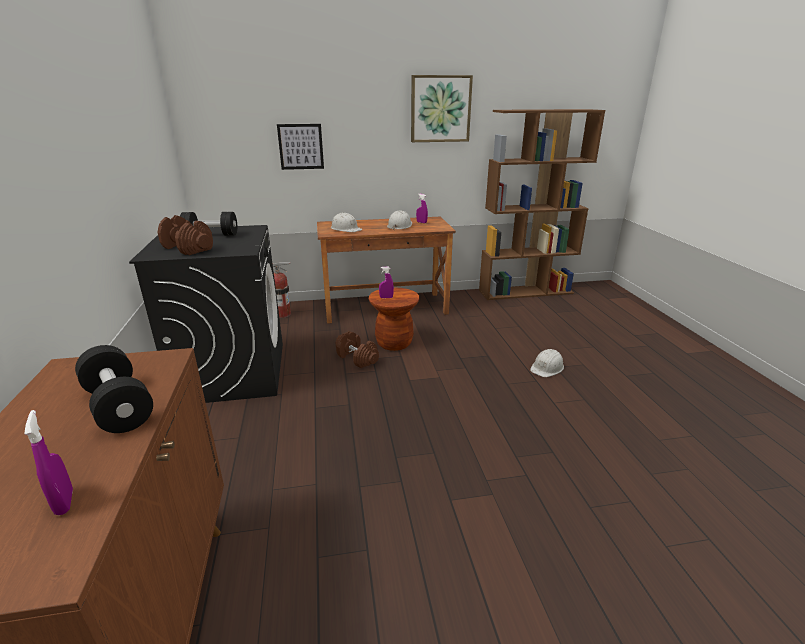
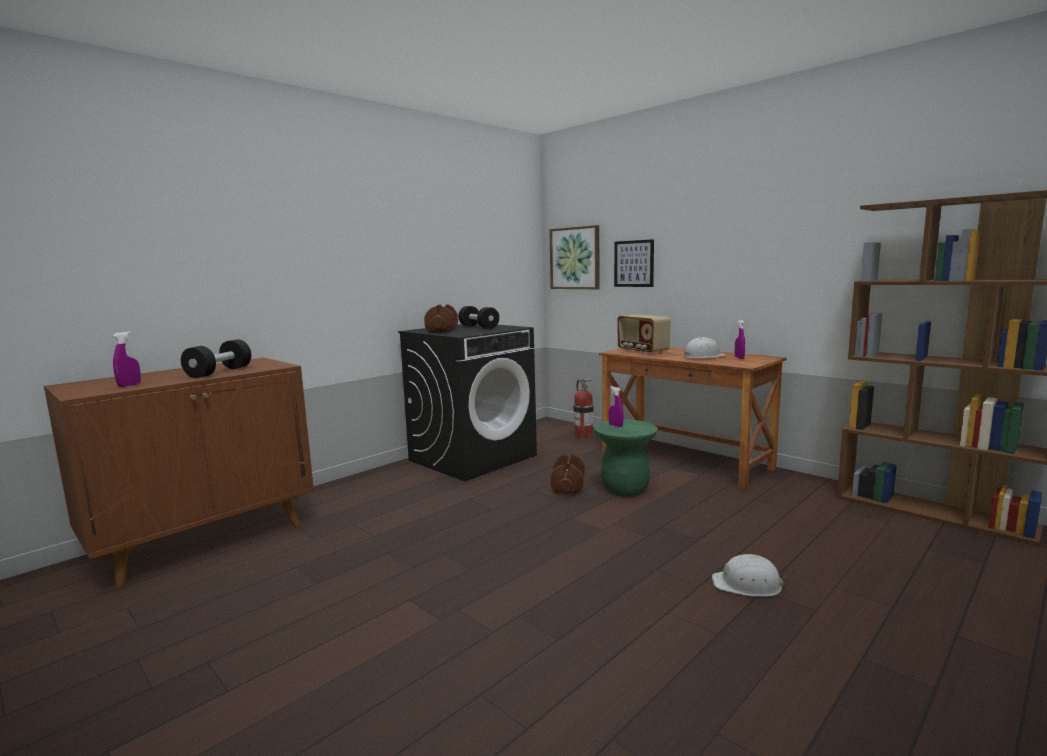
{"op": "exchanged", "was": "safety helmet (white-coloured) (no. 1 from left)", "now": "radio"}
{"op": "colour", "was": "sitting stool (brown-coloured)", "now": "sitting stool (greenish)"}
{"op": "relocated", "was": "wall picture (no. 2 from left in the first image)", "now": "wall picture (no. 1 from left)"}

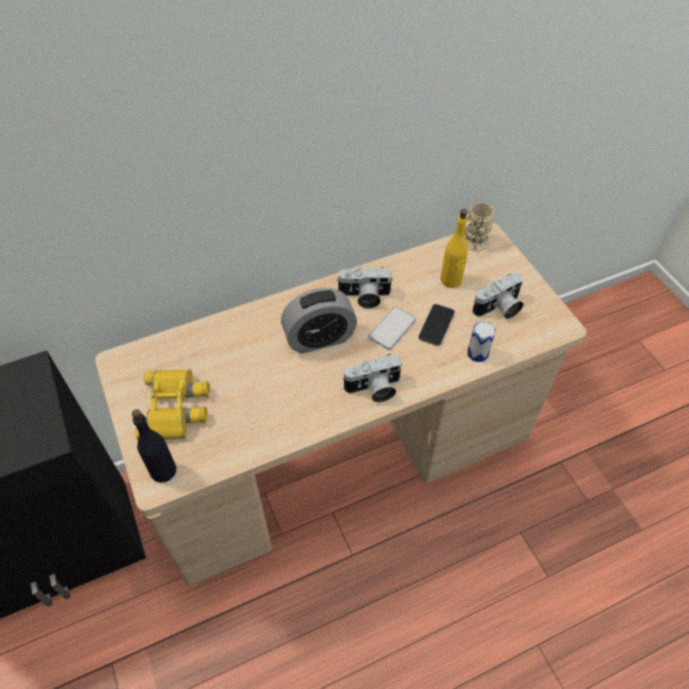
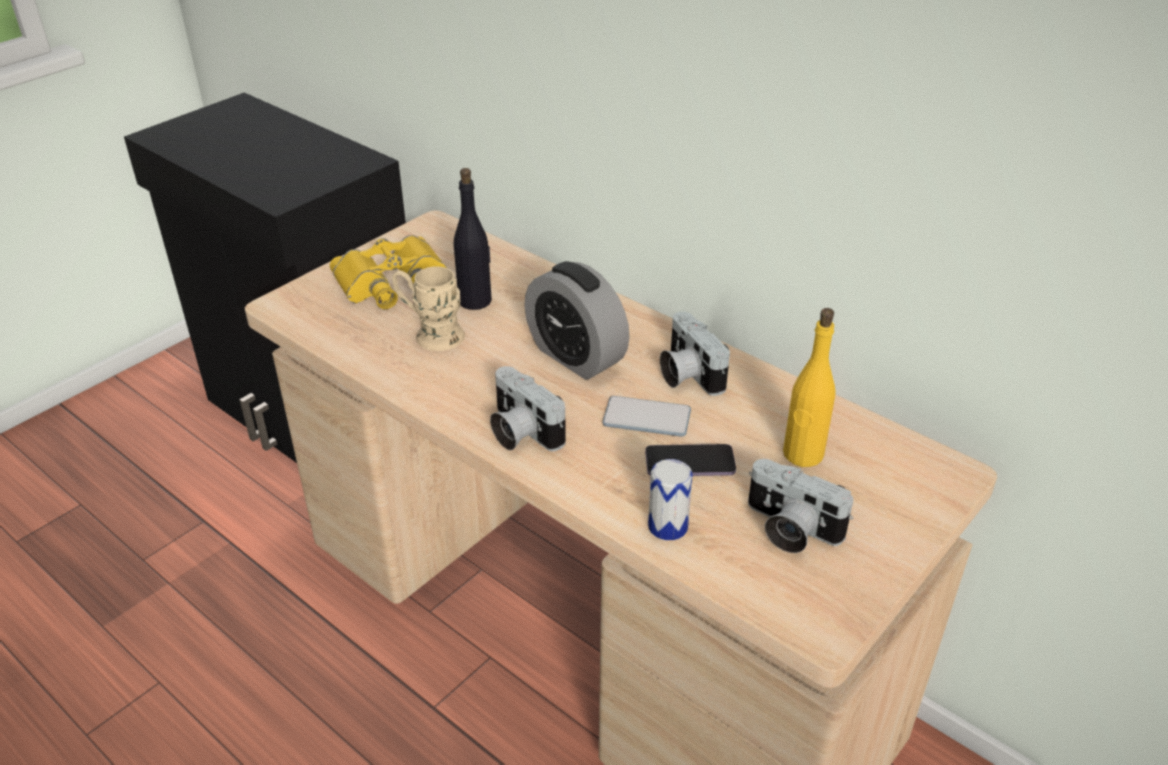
{"op": "relocated", "was": "drink bottle (black-coloured)"}
{"op": "relocated", "was": "mug (beige)"}

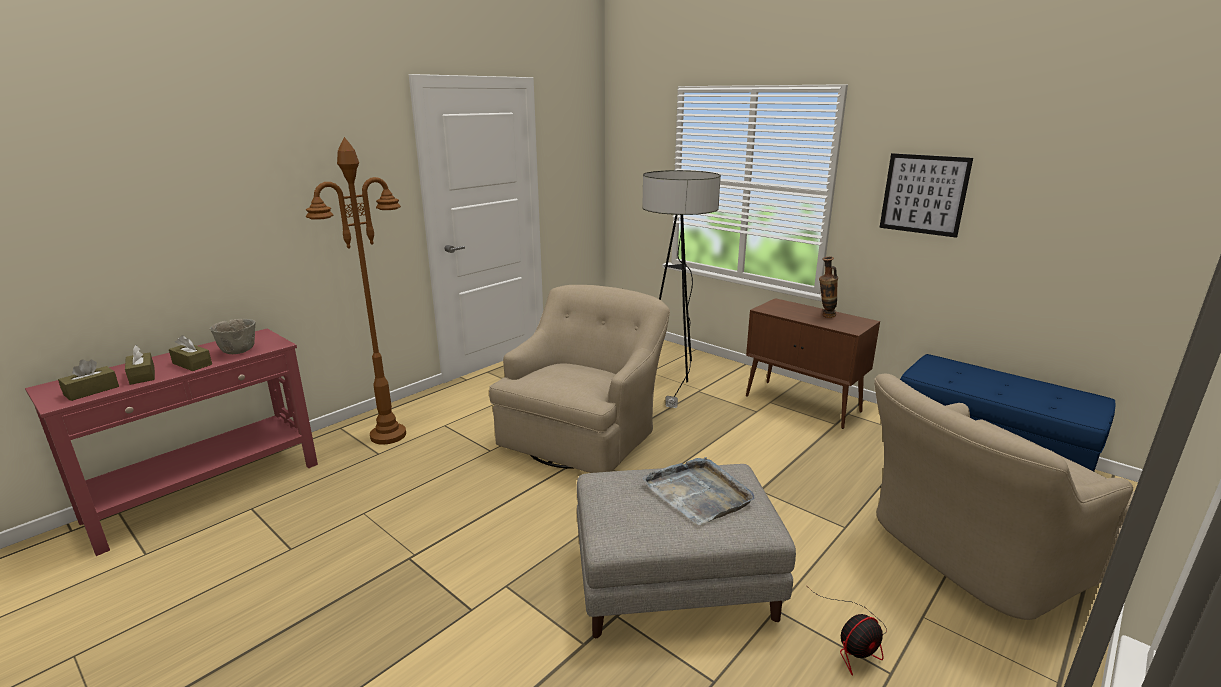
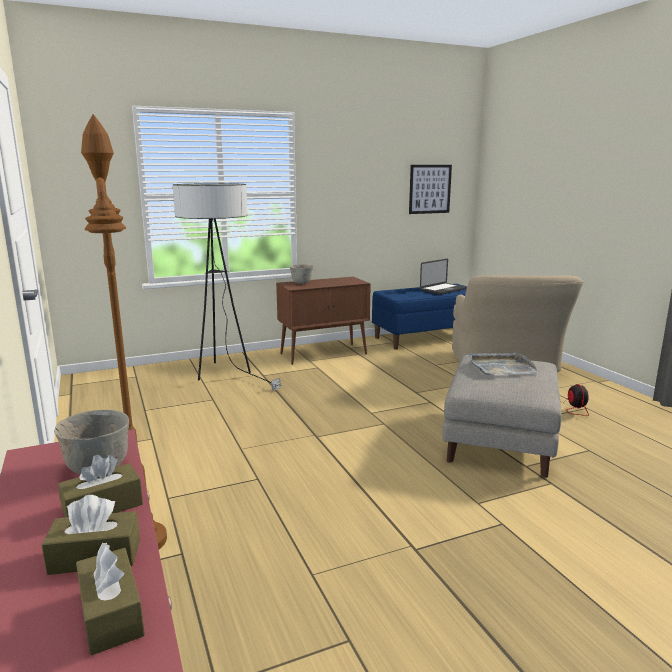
{"op": "missing", "was": "easy chair (beige) (no. 1 from left)"}
{"op": "missing", "was": "decorative vase"}
{"op": "relocated", "was": "wall picture"}
{"op": "appeared", "now": "serving bowl (greyish) (no. 2 from left)"}
{"op": "appeared", "now": "notebook computer"}

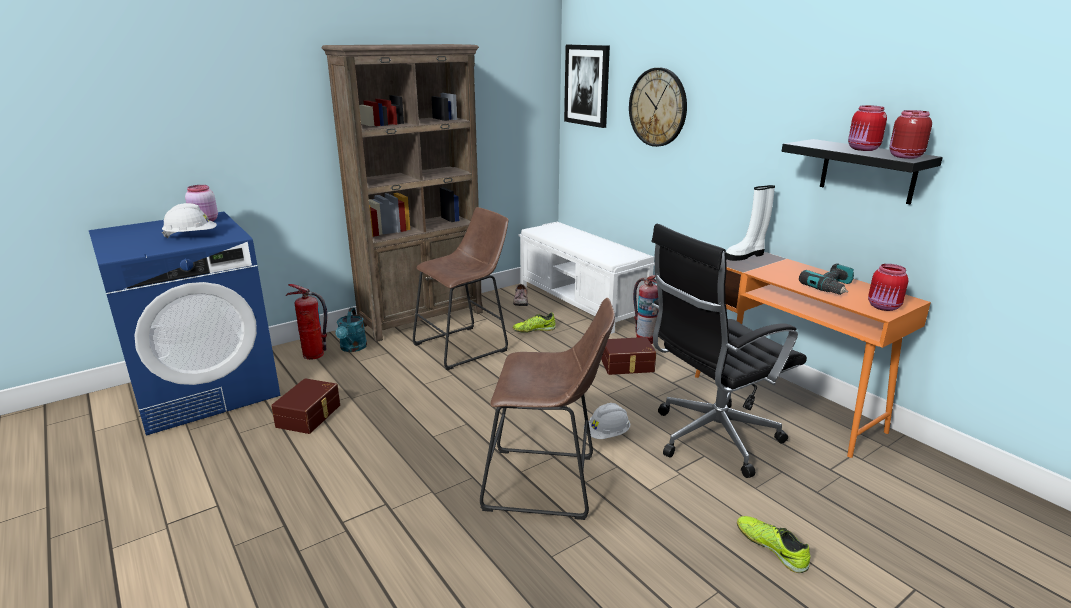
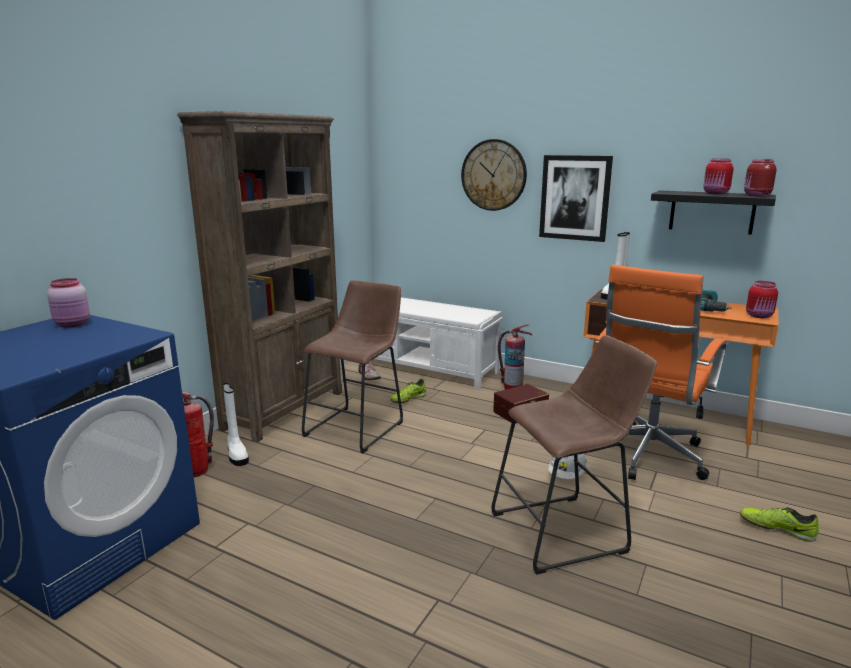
{"op": "missing", "was": "safety helmet (white-coloured) (no. 1 from left)"}
{"op": "missing", "was": "storage container (brown-coloured) (no. 1 from left)"}
{"op": "exchanged", "was": "sprinkling can (turquoise)", "now": "high-top boot (white-coloured) (no. 1 from left)"}
{"op": "relocated", "was": "wall picture"}
{"op": "colour", "was": "office chair (black-coloured)", "now": "office chair (orangey)"}

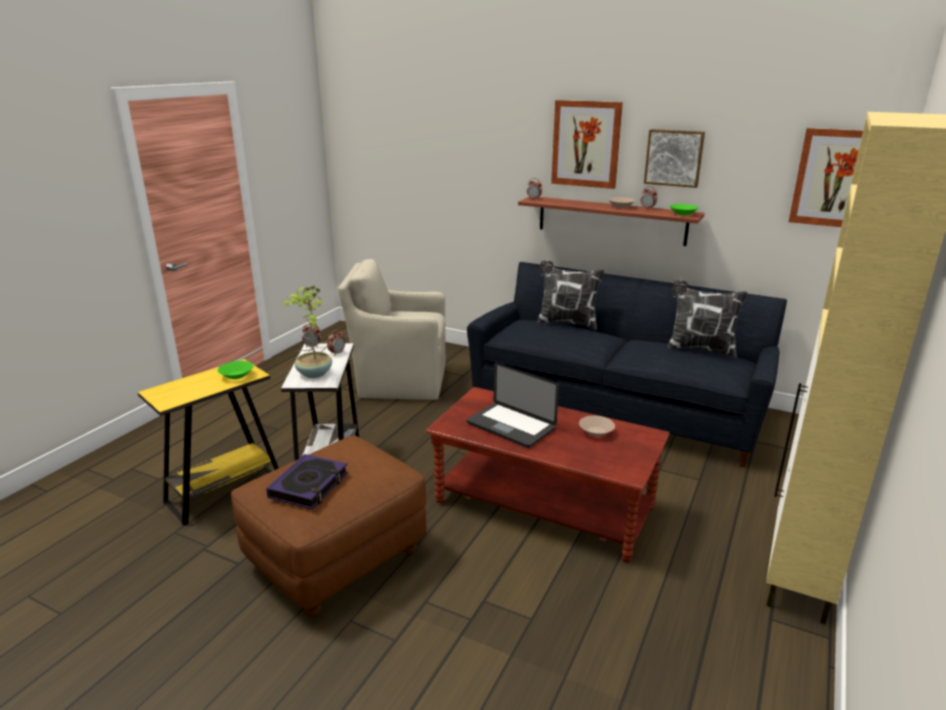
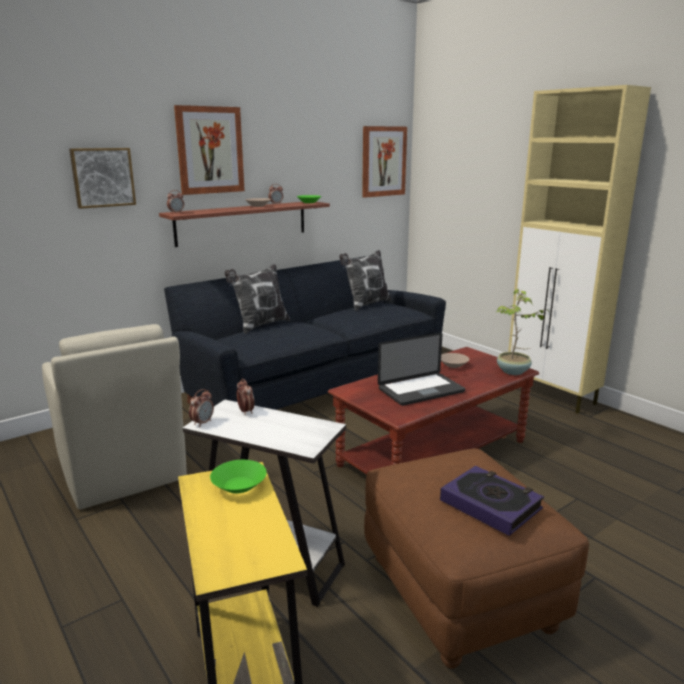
{"op": "relocated", "was": "plant in a pot"}
{"op": "spun", "was": "easy chair (beige)", "clockwise": -60}
{"op": "relocated", "was": "wall picture (no. 2 from left in the first image)", "now": "wall picture (no. 1 from left)"}

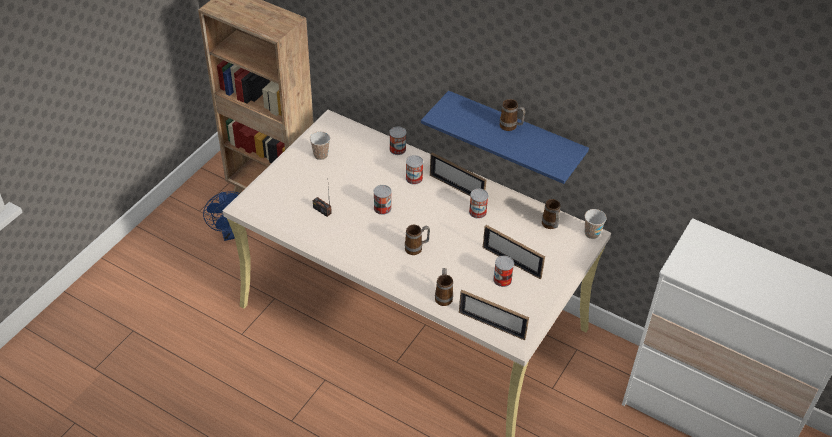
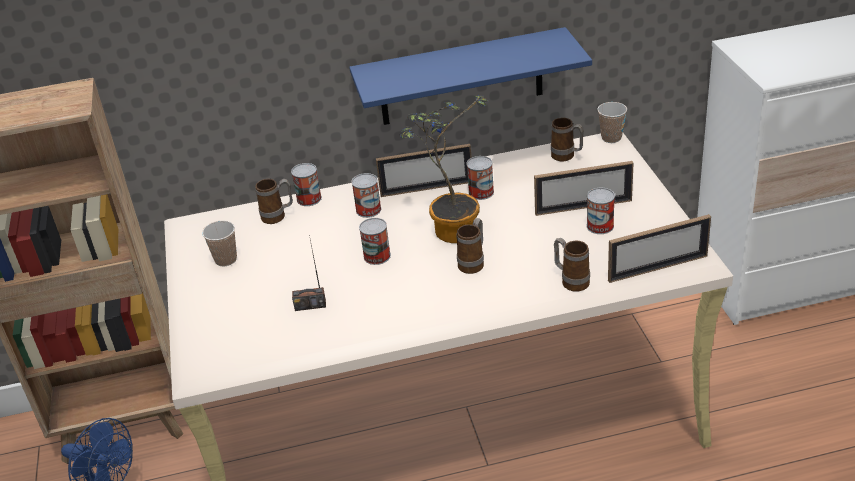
{"op": "relocated", "was": "mug (no. 3 from left in the first image)", "now": "mug (no. 1 from left)"}
{"op": "appeared", "now": "plant in a pot"}

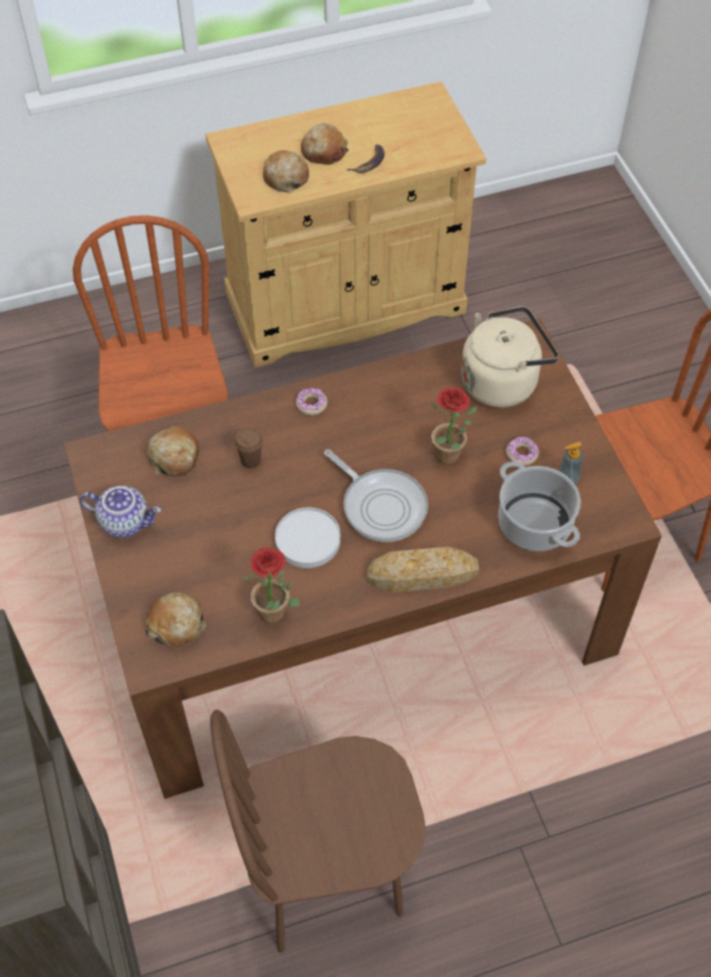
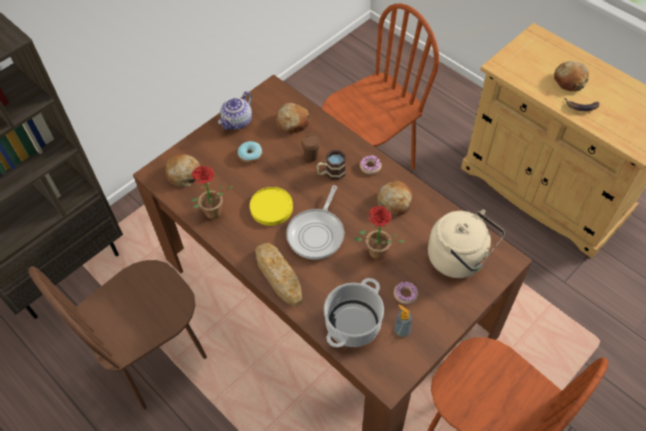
{"op": "spun", "was": "pot for tea", "clockwise": 45}
{"op": "spun", "was": "upright chair (brown-coloured) (no. 2 from left in the first image)", "clockwise": -90}
{"op": "relocated", "was": "bread (no. 3 from left in the first image)", "now": "bread (no. 4 from left)"}
{"op": "colour", "was": "plate (white-coloured)", "now": "plate (yellow-coloured)"}
{"op": "appeared", "now": "donut (no. 1 from left)"}
{"op": "appeared", "now": "mug"}

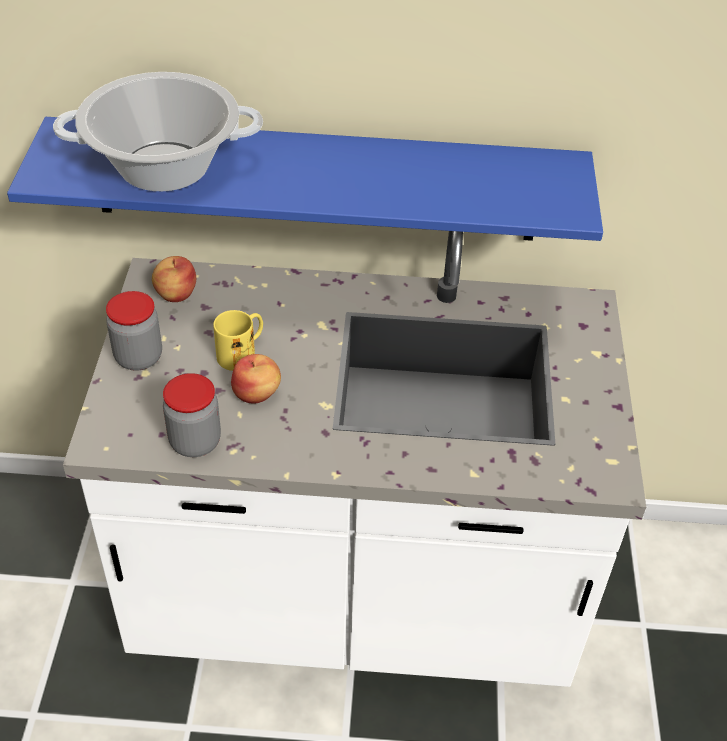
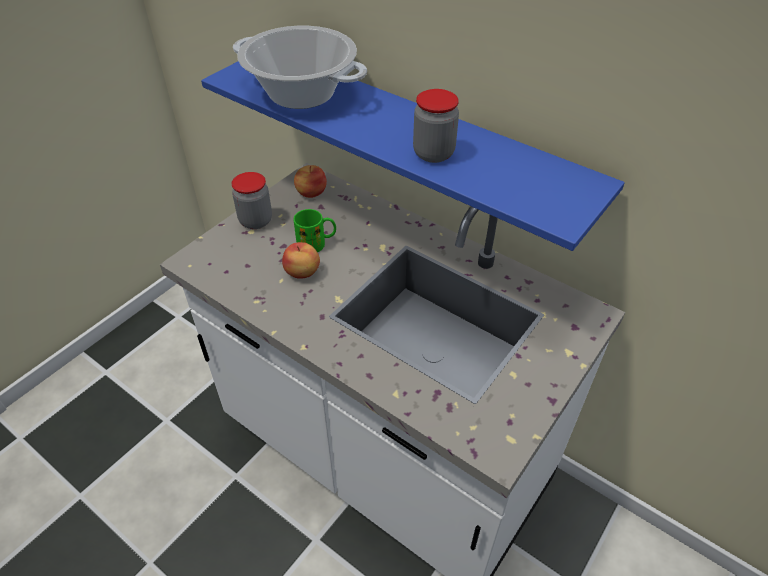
{"op": "relocated", "was": "preserve jar (no. 2 from left)"}
{"op": "colour", "was": "mug (yellow-coloured)", "now": "mug (greenish)"}

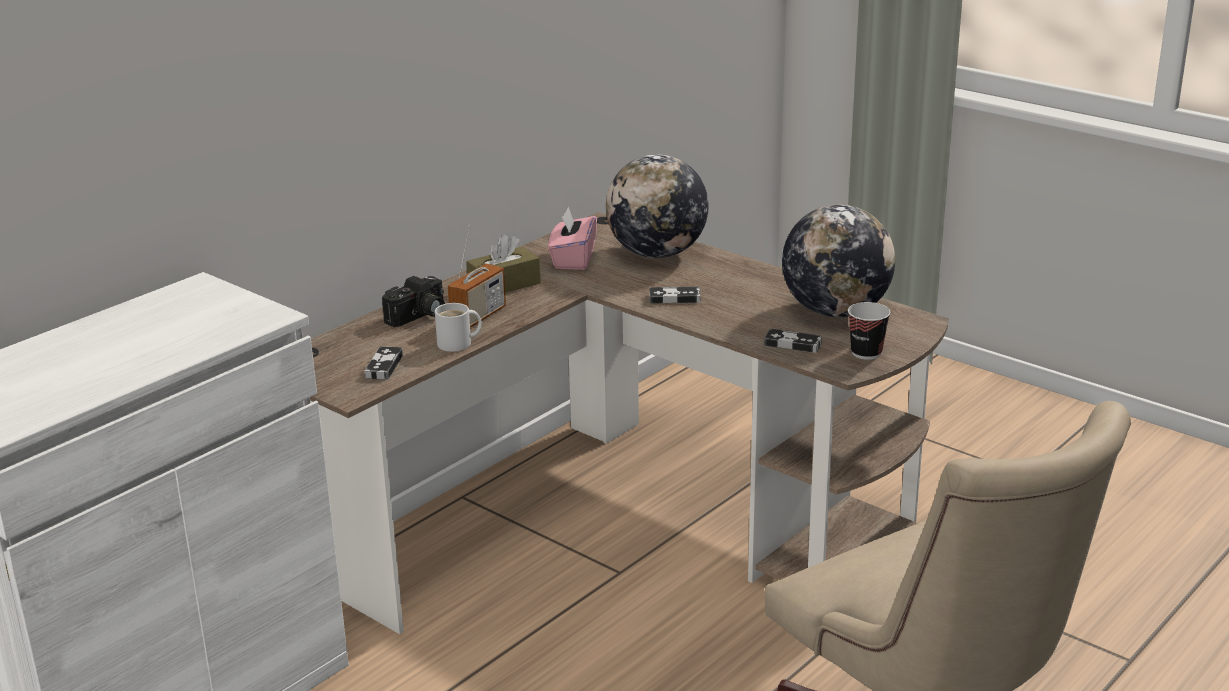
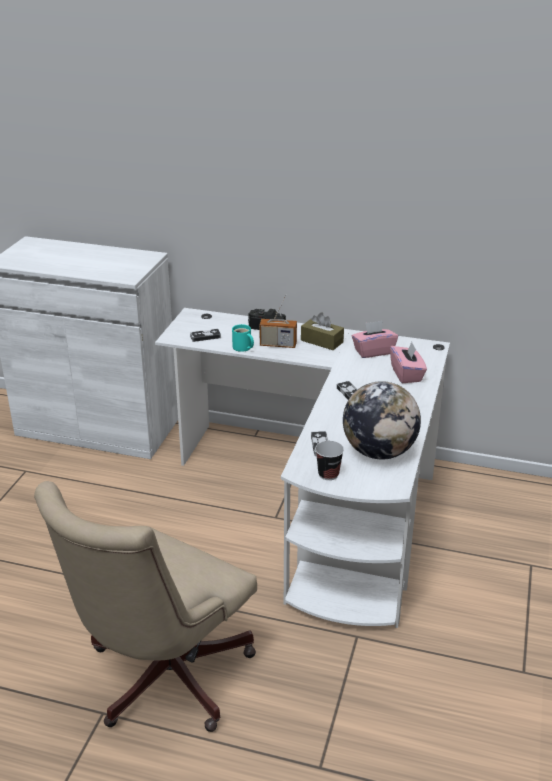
{"op": "colour", "was": "desk unit (brown-coloured)", "now": "desk unit (white-coloured)"}
{"op": "colour", "was": "mug (white-coloured)", "now": "mug (turquoise)"}
{"op": "exchanged", "was": "globe (no. 1 from left)", "now": "tissue holder (pink-coloured) (no. 2 from left)"}

